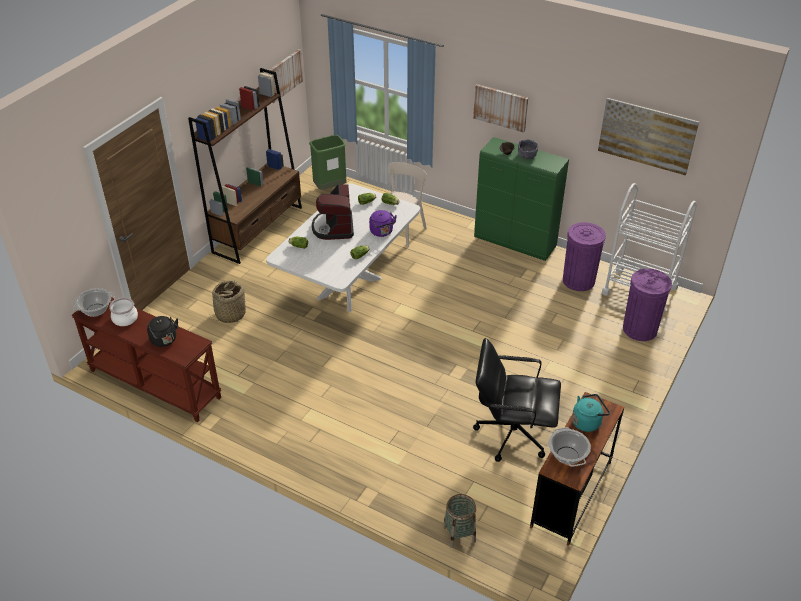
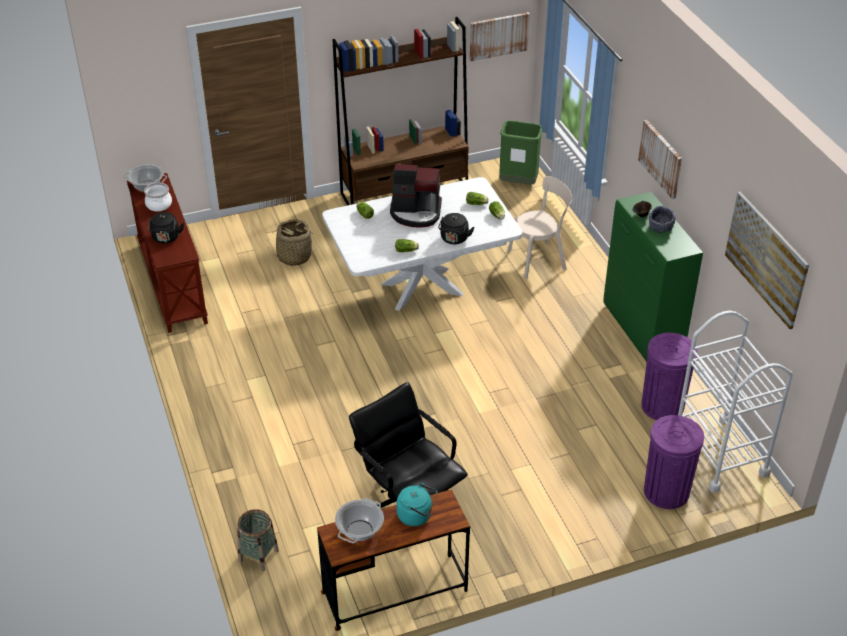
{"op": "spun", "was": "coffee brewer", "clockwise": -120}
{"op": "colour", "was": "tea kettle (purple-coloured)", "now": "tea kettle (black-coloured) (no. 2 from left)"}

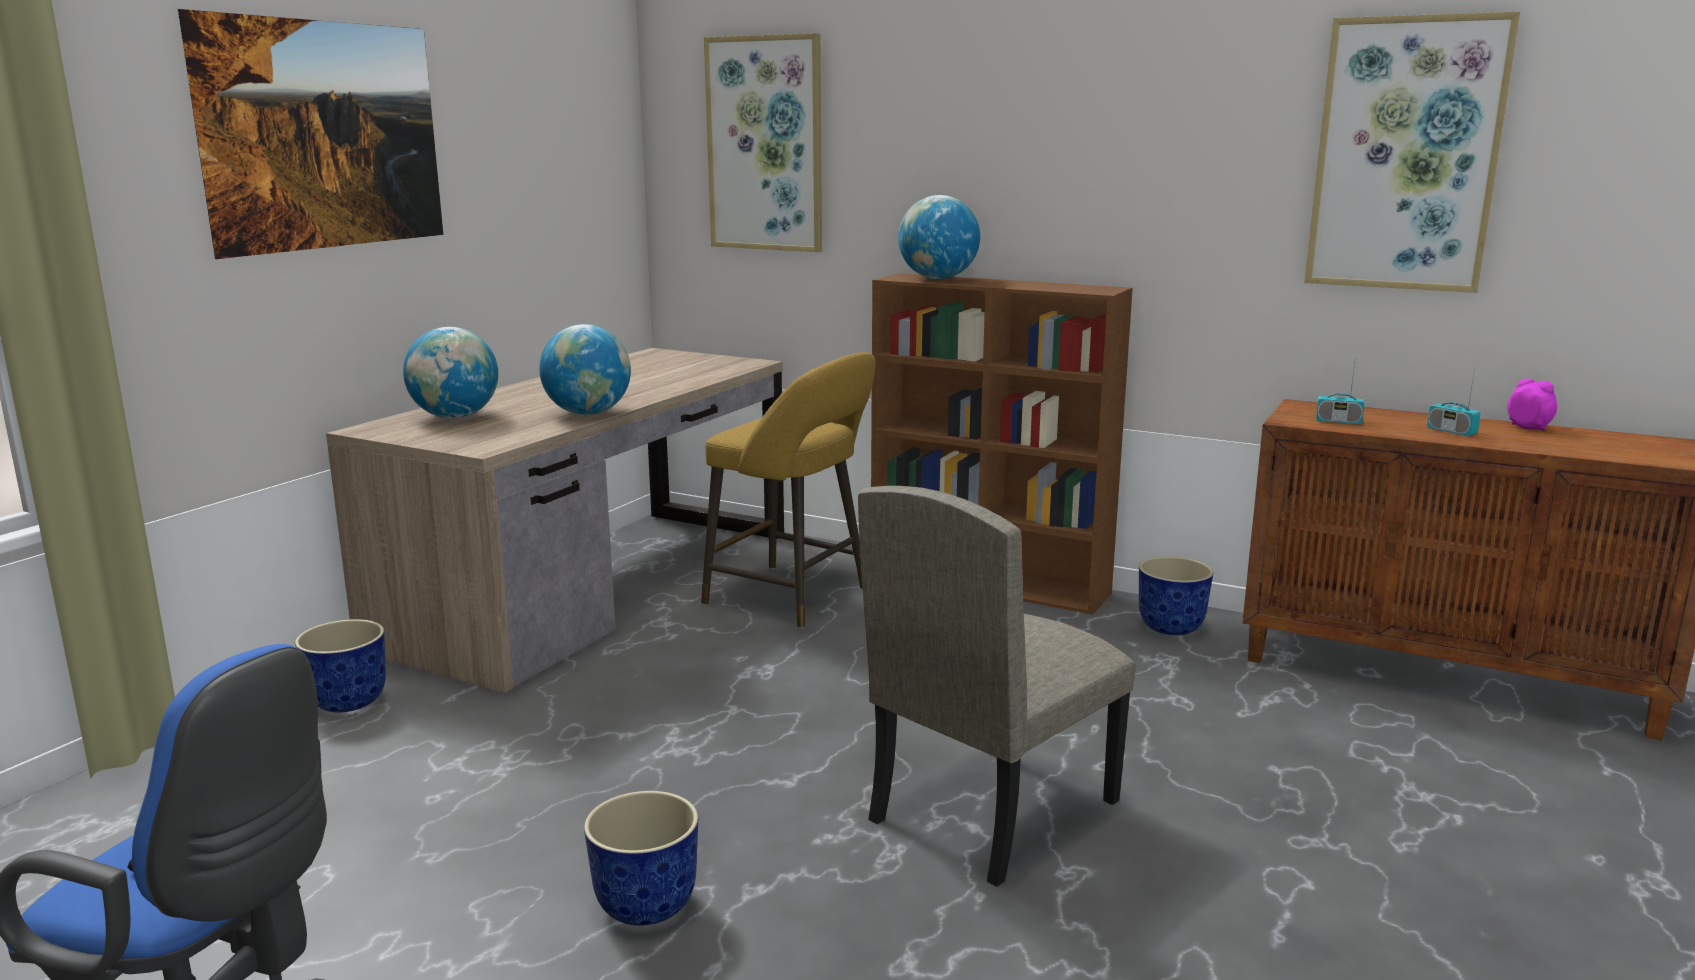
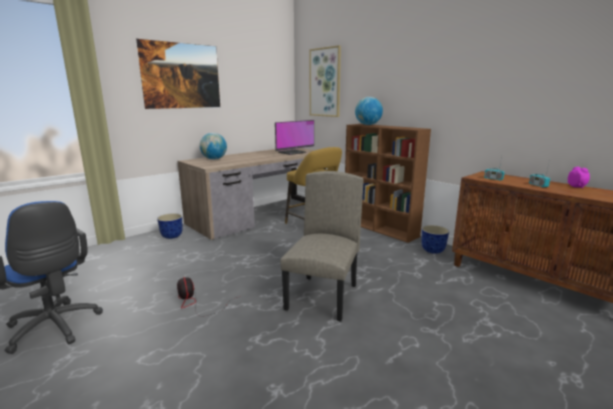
{"op": "missing", "was": "globe (no. 2 from left)"}
{"op": "exchanged", "was": "plant pot (no. 2 from left)", "now": "electric fan"}
{"op": "spun", "was": "upright chair (beige)", "clockwise": 135}
{"op": "missing", "was": "wall picture (no. 3 from left)"}
{"op": "appeared", "now": "computer screen"}

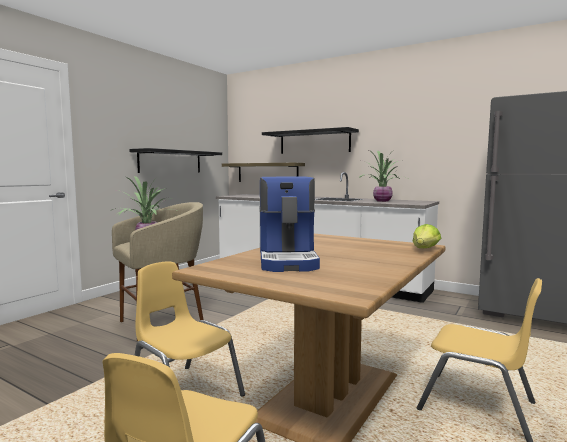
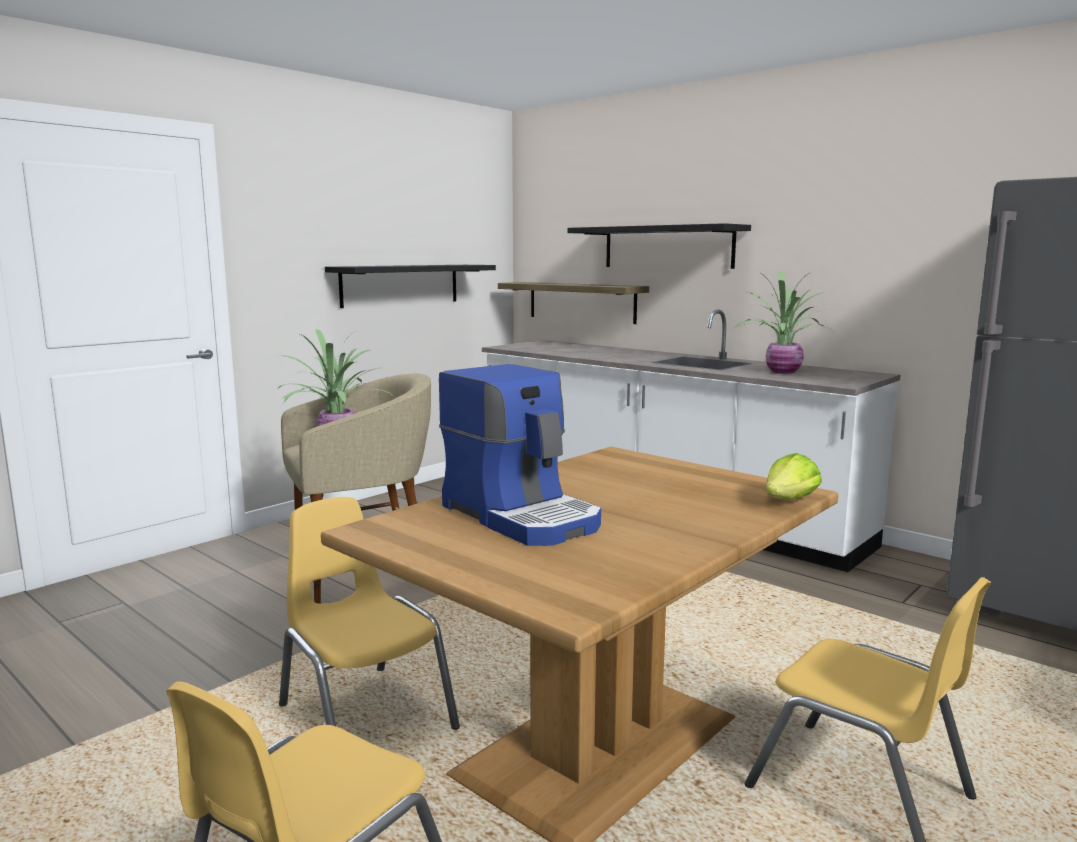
{"op": "spun", "was": "coffee brewer", "clockwise": -45}

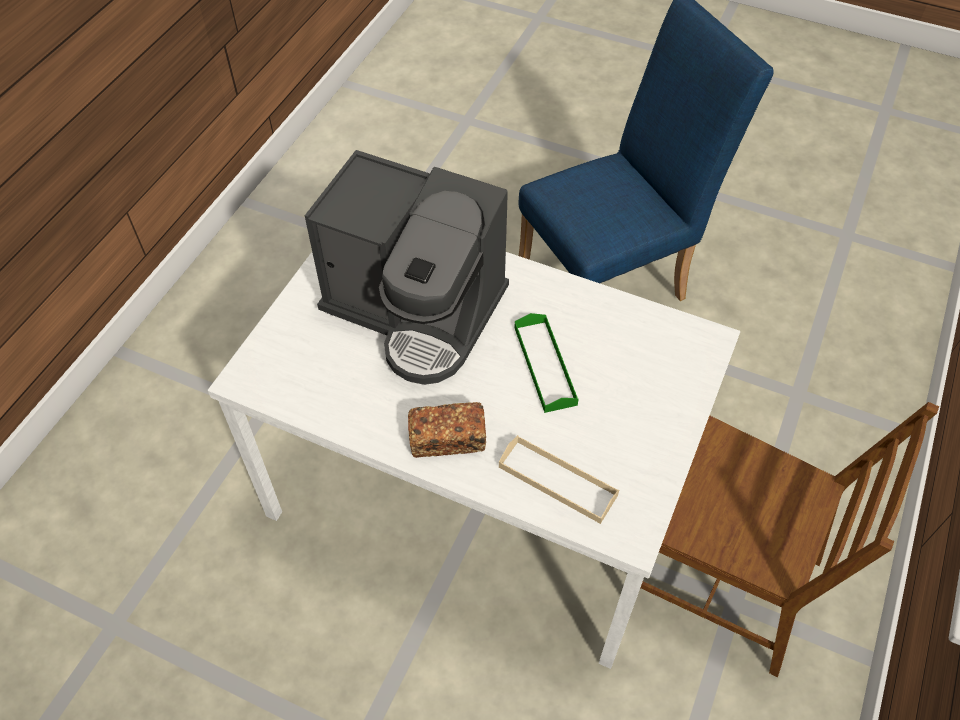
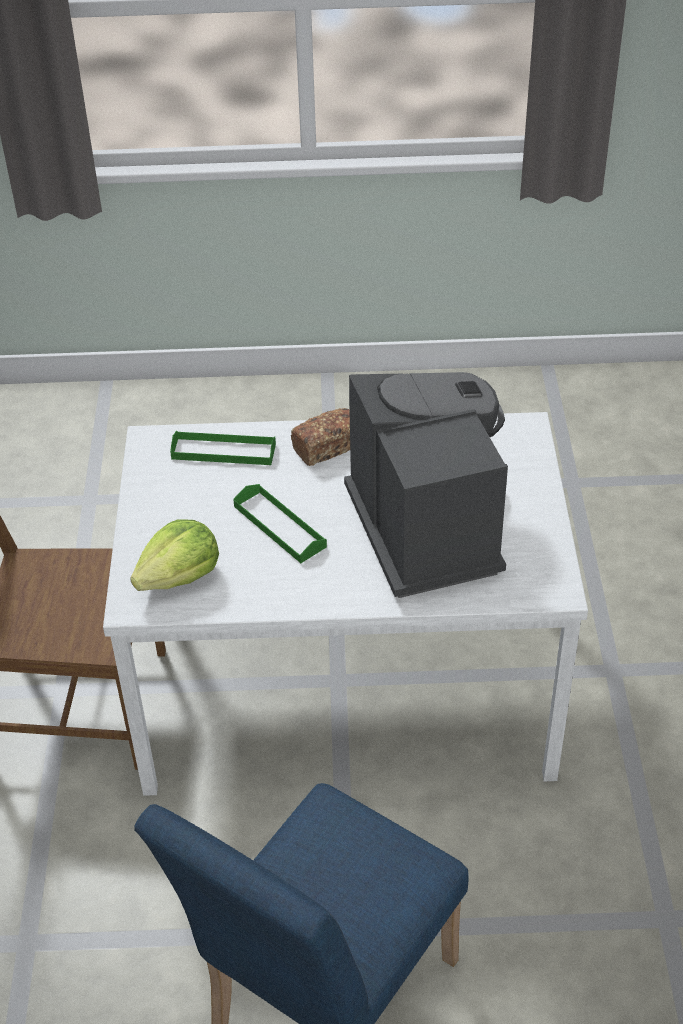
{"op": "spun", "was": "coffee brewer", "clockwise": 75}
{"op": "colour", "was": "serving tray (beige)", "now": "serving tray (greenish) (no. 1 from left)"}
{"op": "appeared", "now": "head of lettuce"}

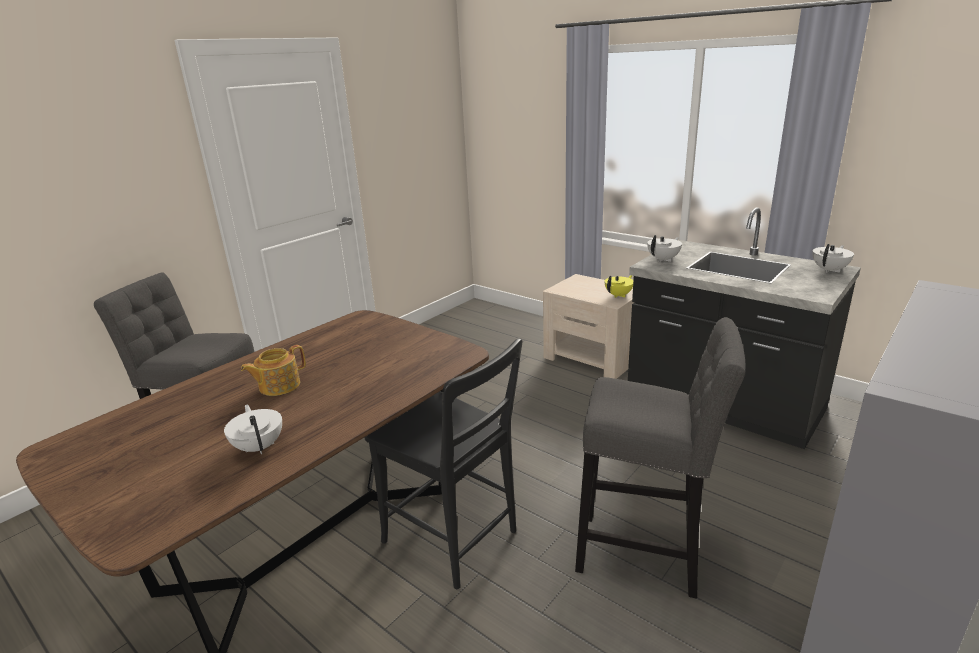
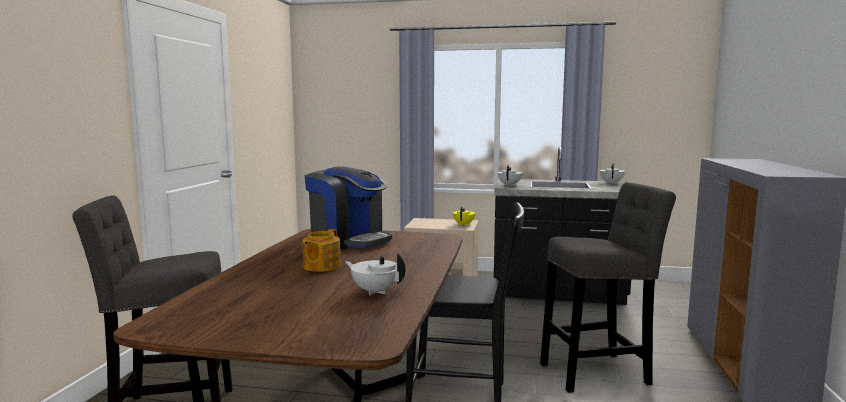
{"op": "appeared", "now": "coffee brewer"}

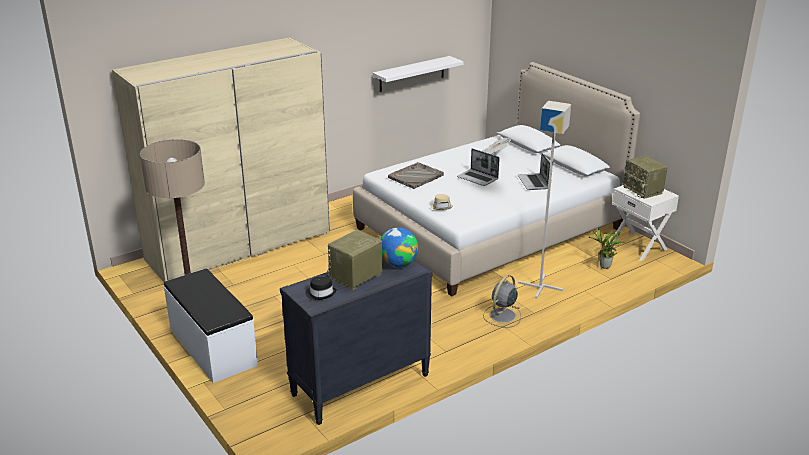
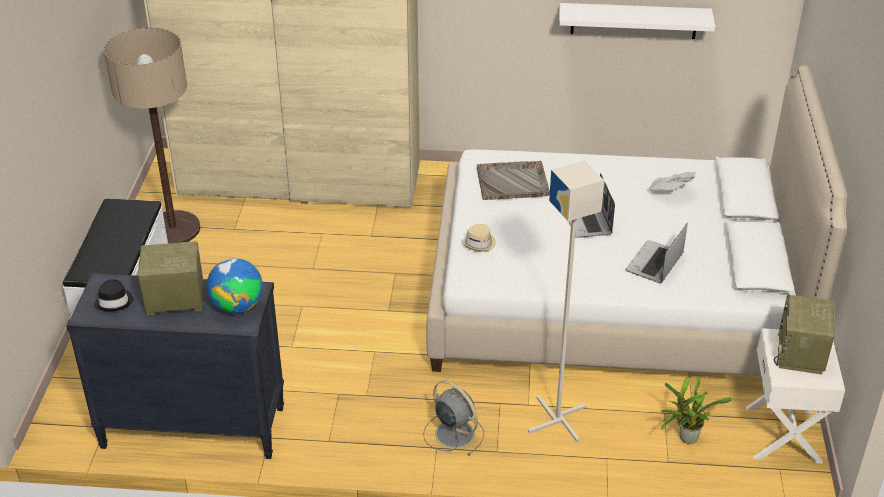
{"op": "spun", "was": "electric fan (greyish)", "clockwise": 60}

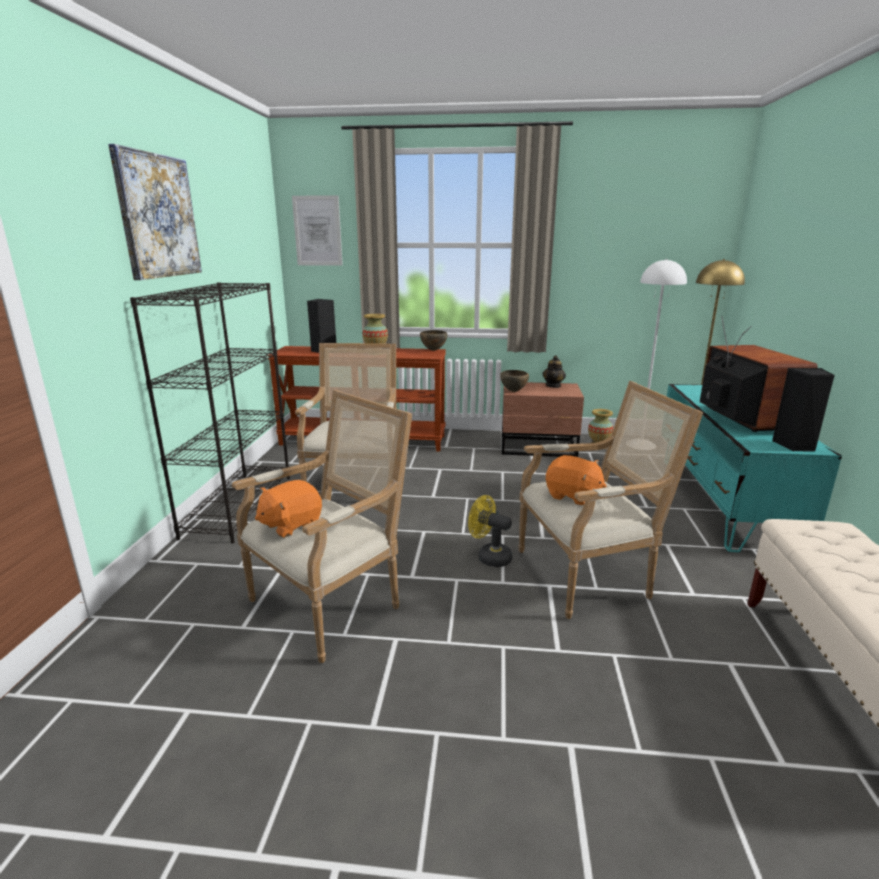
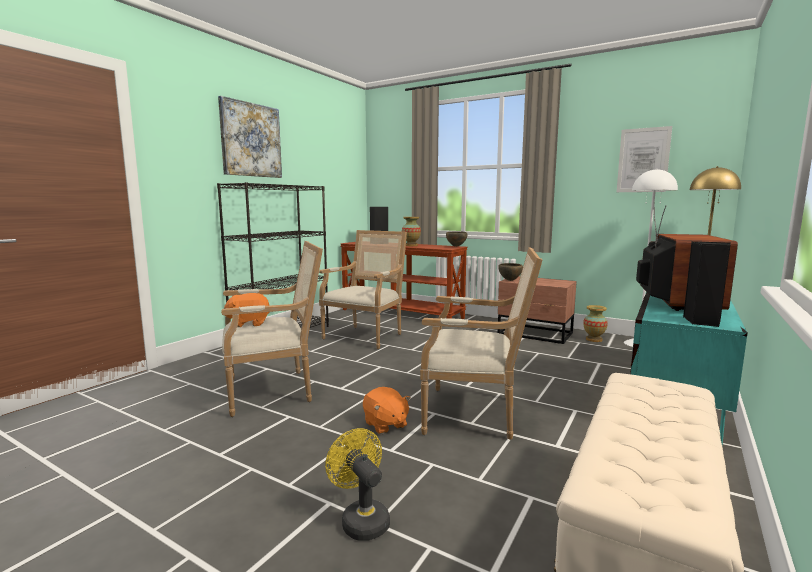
{"op": "relocated", "was": "wall picture (no. 2 from left)"}
{"op": "relocated", "was": "electric fan (yellow-coloured)"}
{"op": "missing", "was": "pot for tea"}
{"op": "relocated", "was": "cuddly toy (orangey) (no. 2 from left)"}

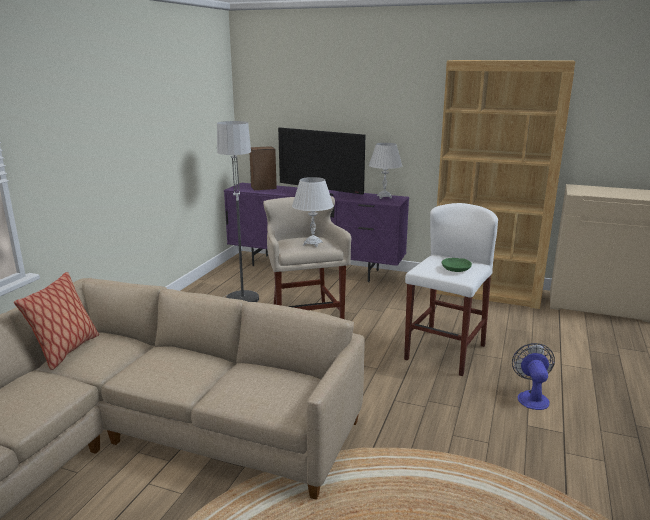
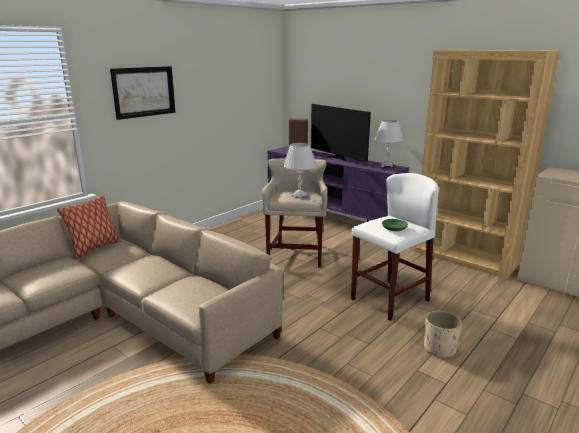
{"op": "missing", "was": "standard lamp"}
{"op": "exchanged", "was": "electric fan", "now": "plant pot (beige)"}
{"op": "appeared", "now": "wall picture"}

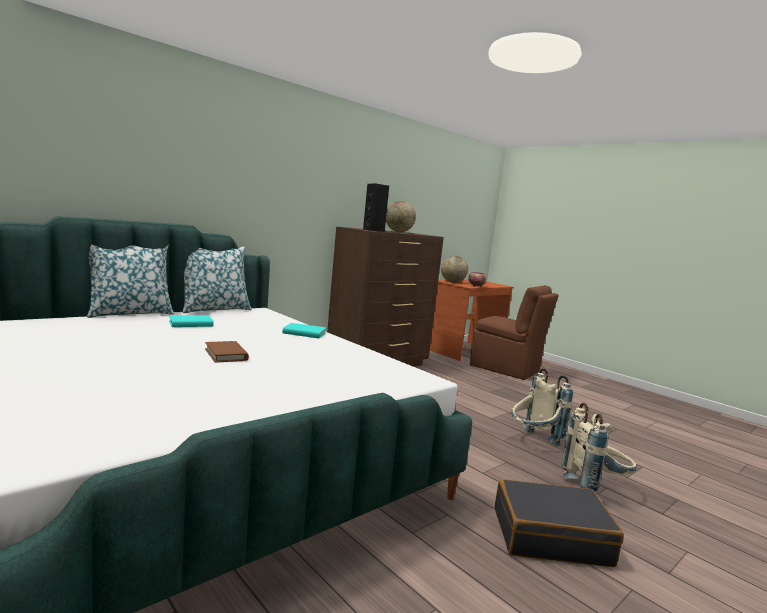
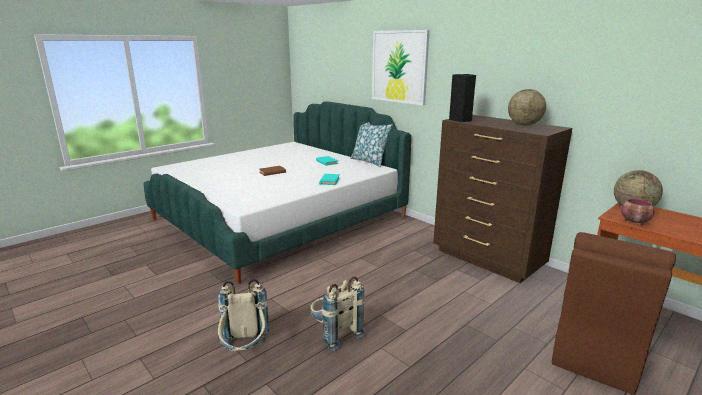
{"op": "missing", "was": "cushion (no. 1 from left)"}
{"op": "missing", "was": "suitcase (black-coloured)"}
{"op": "appeared", "now": "wall picture"}

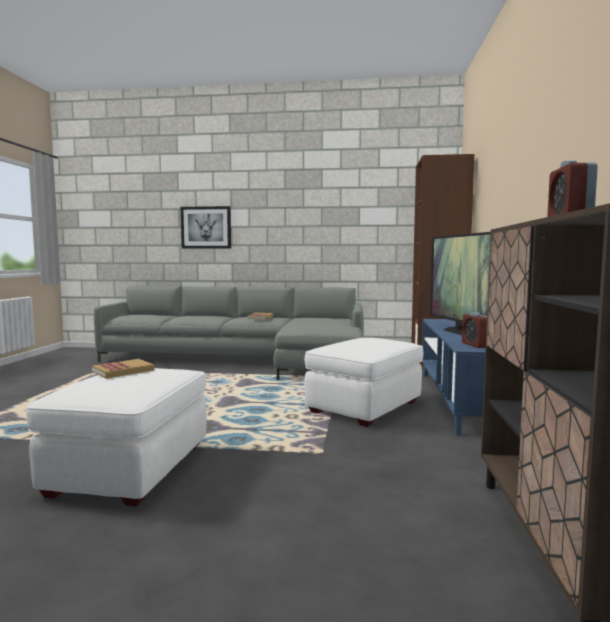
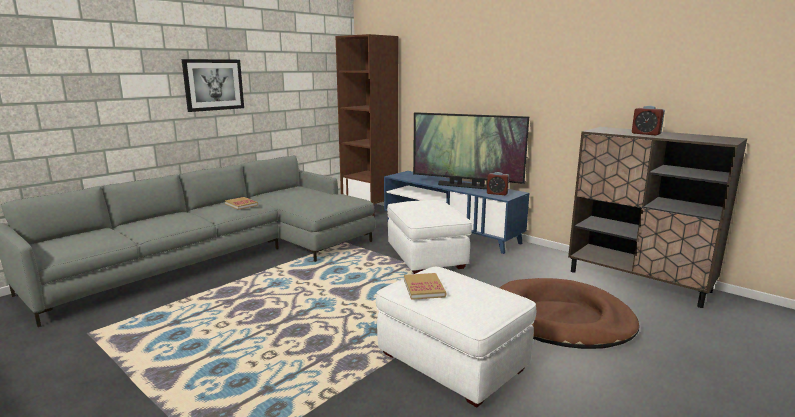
{"op": "relocated", "was": "wall picture"}
{"op": "appeared", "now": "pet bed (brown-coloured)"}

